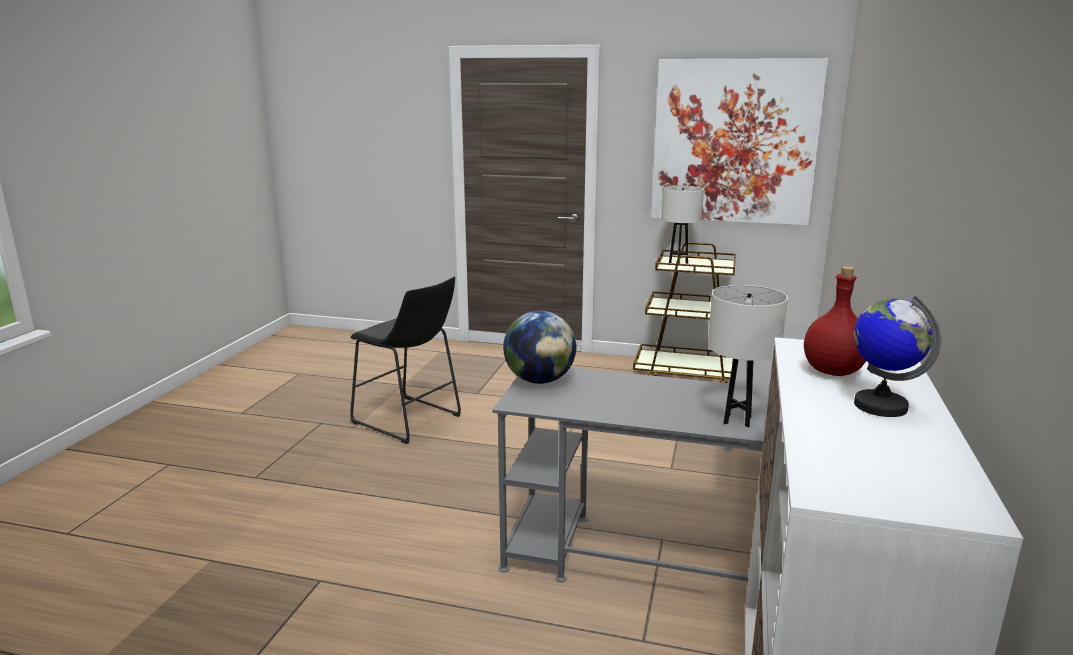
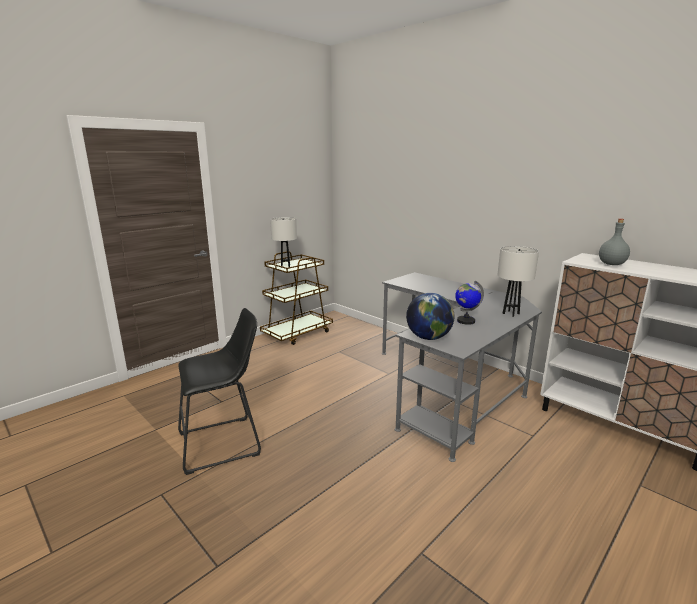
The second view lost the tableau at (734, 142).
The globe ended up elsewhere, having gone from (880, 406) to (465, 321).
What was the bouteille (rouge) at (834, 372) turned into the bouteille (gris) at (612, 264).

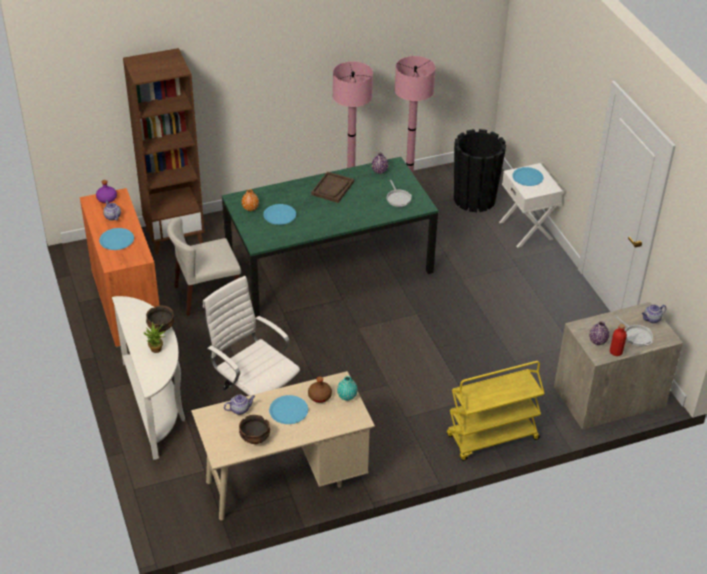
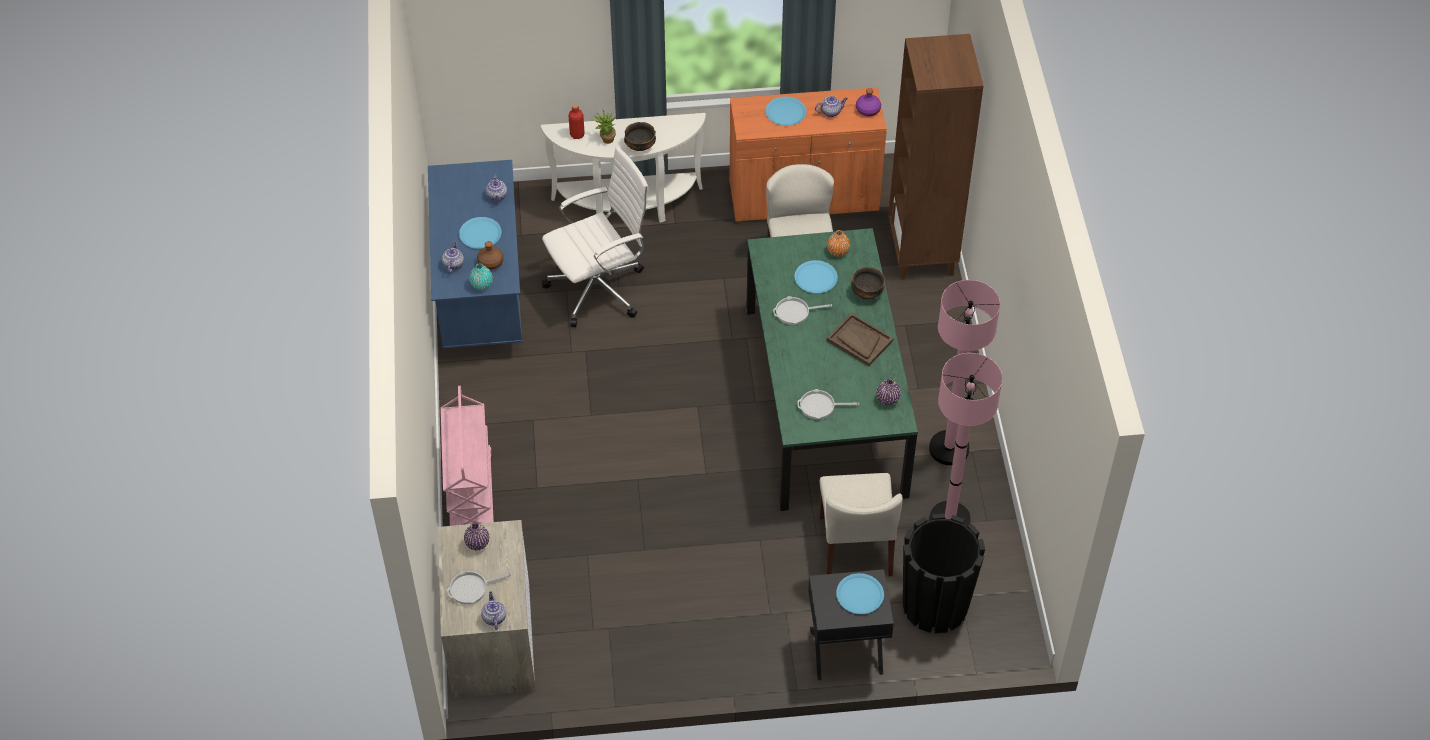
The second view gained the théière at (453, 264).
The second view gained the poêle at (795, 312).
The second view gained the chaise (beige) at (855, 546).
The bol ended up elsewhere, having gone from (255, 439) to (866, 293).
The bouteille (rouge) ended up elsewhere, having gone from (616, 352) to (577, 134).
What was the bureau (beige) at (284, 481) turned into the bureau (bleu) at (481, 296).
What was the chariot (jaune) at (492, 438) turned into the chariot (rose) at (470, 495).
What was the table de chevet (blanc) at (526, 230) turned into the table de chevet (noir) at (846, 651).

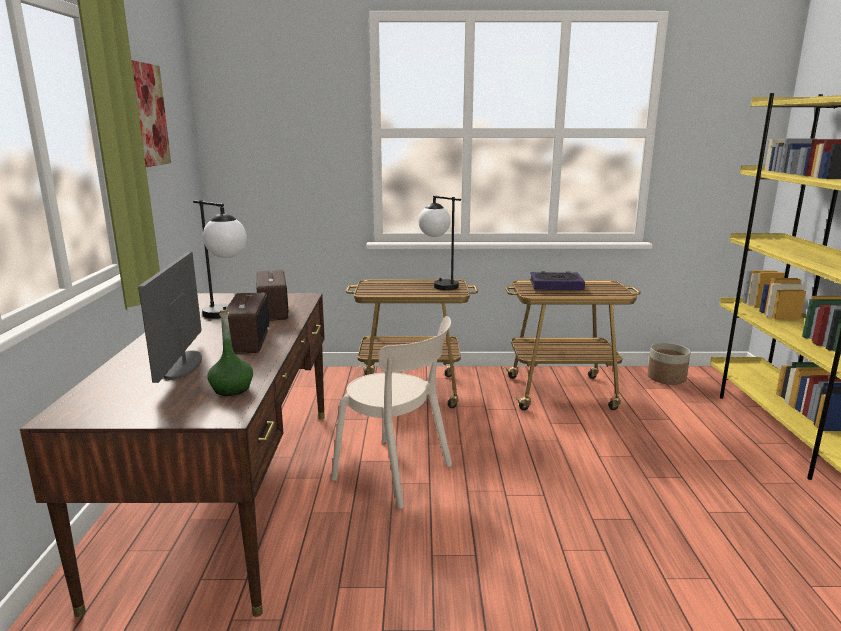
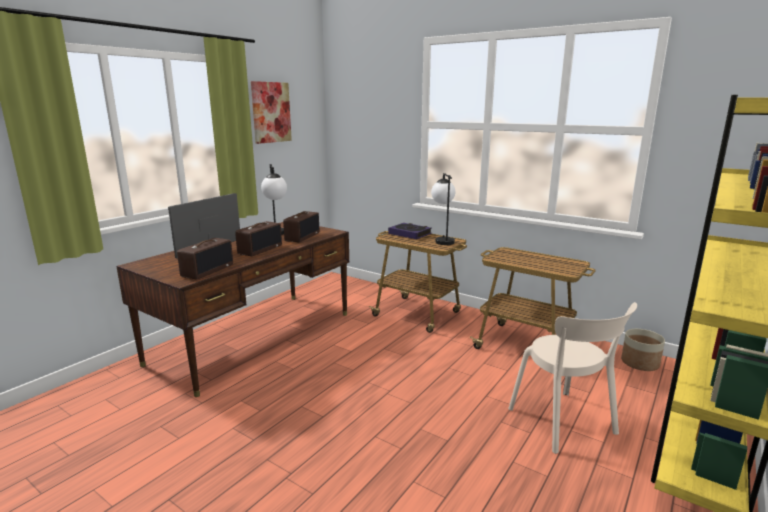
The chaise (beige) ended up elsewhere, having gone from (397, 474) to (564, 424).
The livre ended up elsewhere, having gone from (556, 285) to (410, 234).
Where the bouteille (vert) stood at (231, 389), the radio came to stand at (207, 270).

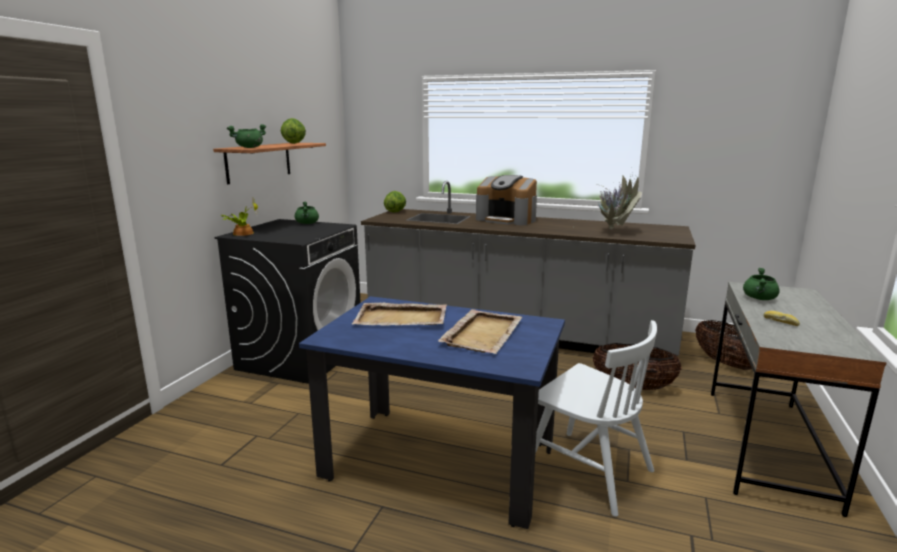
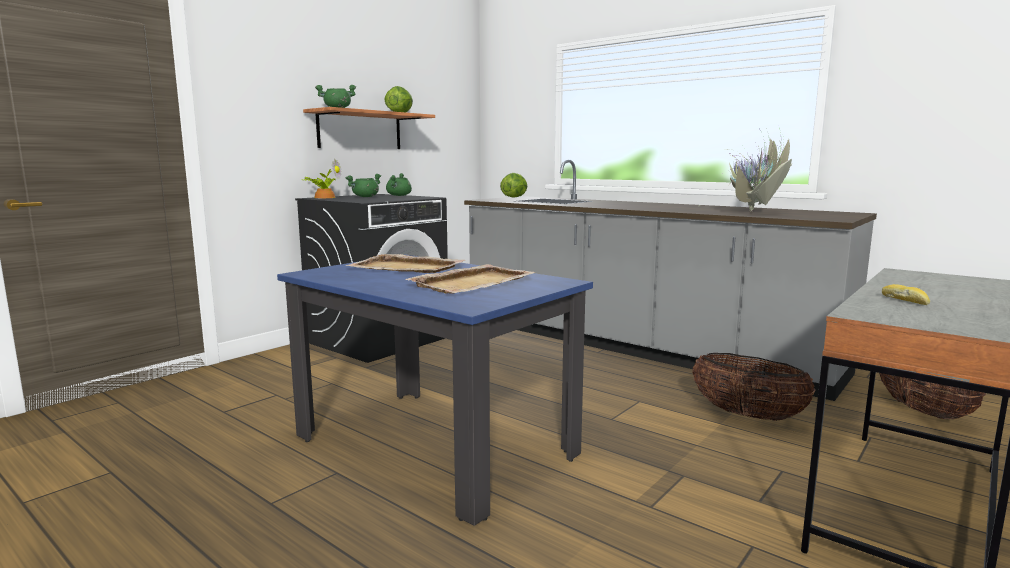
The second view lost the machine à café at (507, 219).
The second view lost the chaise (blanc) at (587, 471).
The marmite (vert) ended up elsewhere, having gone from (759, 298) to (365, 197).

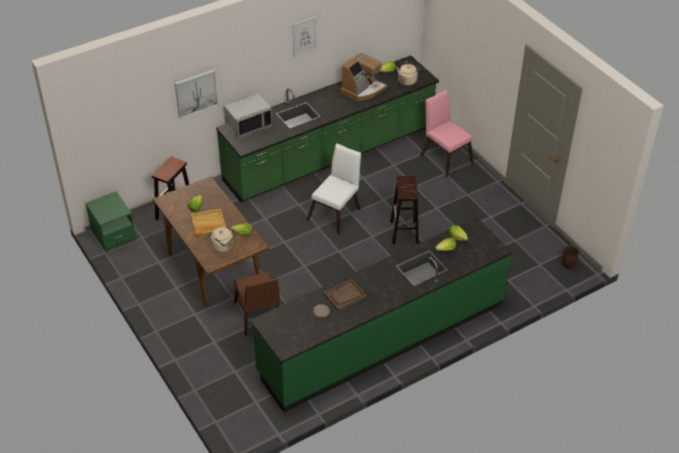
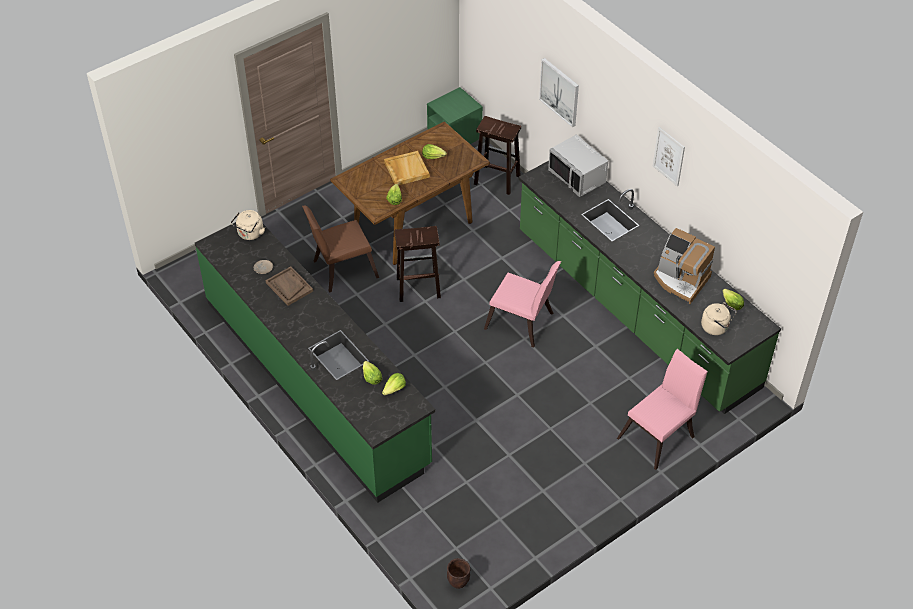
The bouilloire (beige) ended up elsewhere, having gone from (224, 247) to (250, 234).
The tabouret (marron) ended up elsewhere, having gone from (404, 232) to (417, 288).
What was the chaise (blanc) at (336, 213) turned into the chaise (rose) at (522, 324).

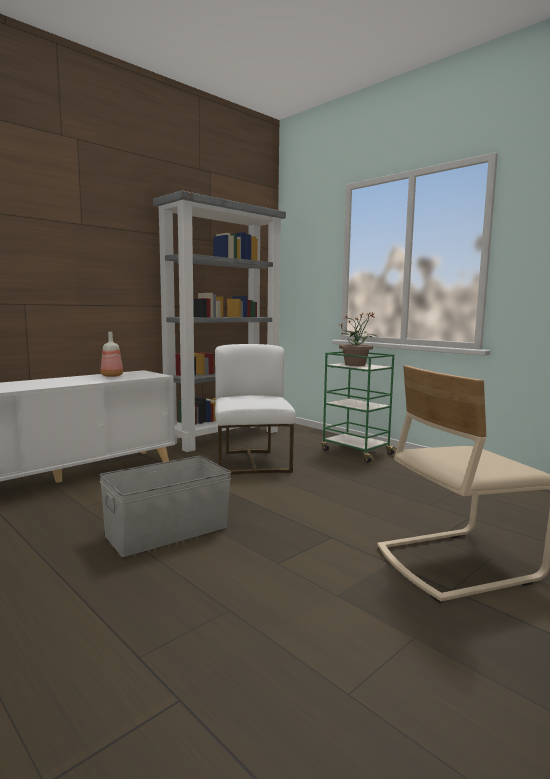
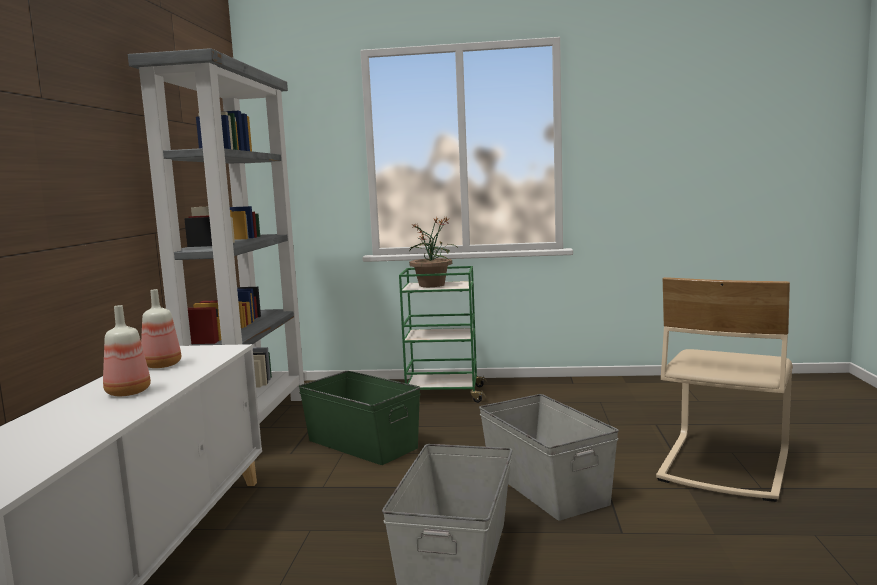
The second view gained the bouteille at (126, 393).
The second view gained the boîte de rangement (gris) at (546, 485).
Where the chaise (blanc) stood at (252, 462), the boîte de rangement (vert) came to stand at (362, 443).

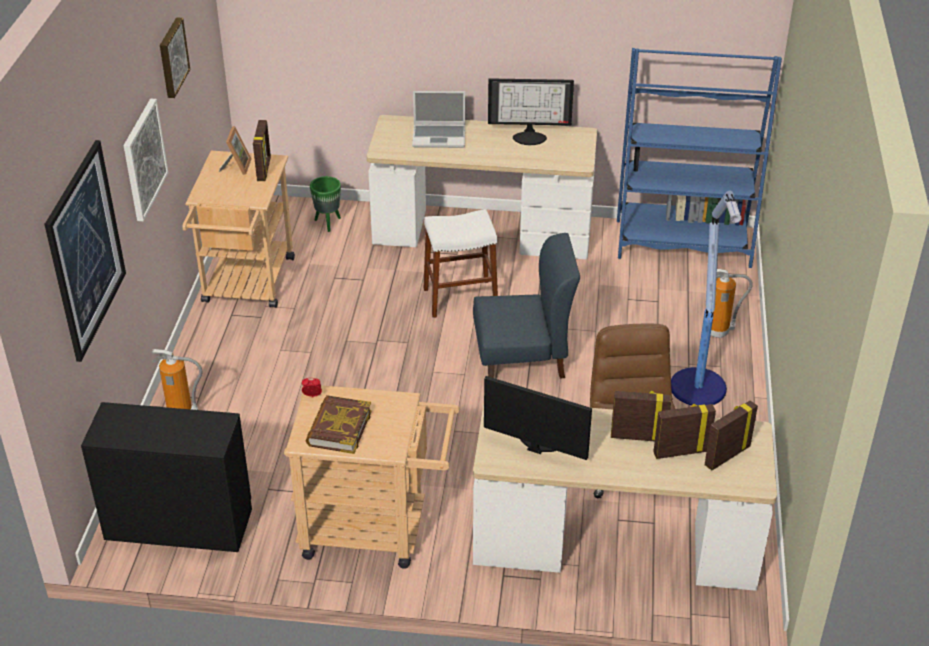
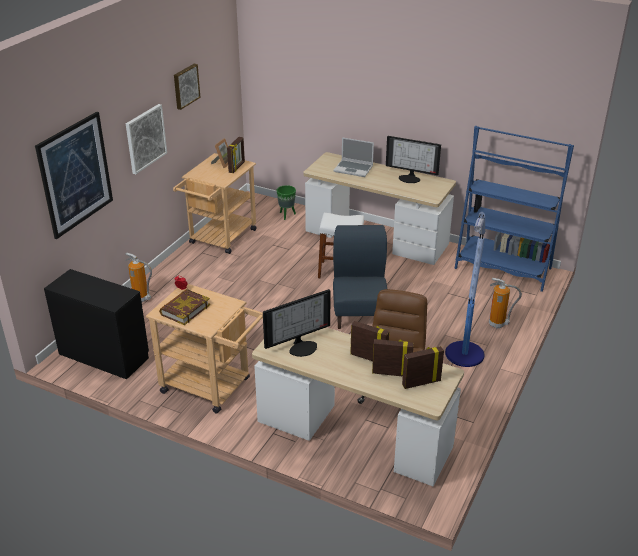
The chaise (bleu) at (522, 358) ended up facing another way, 105 degrees counterclockwise from before.
The écran d'ordinateur at (538, 443) ended up facing another way, 105 degrees clockwise from before.

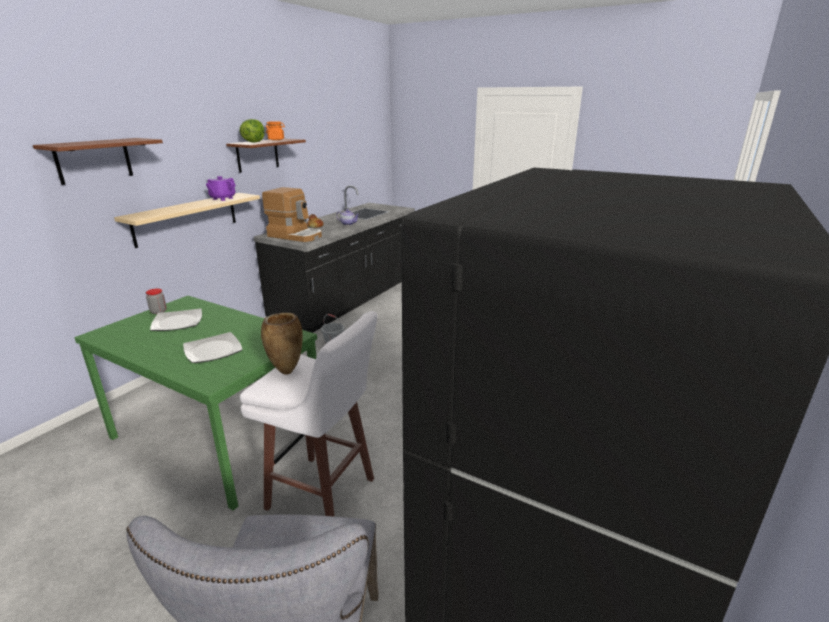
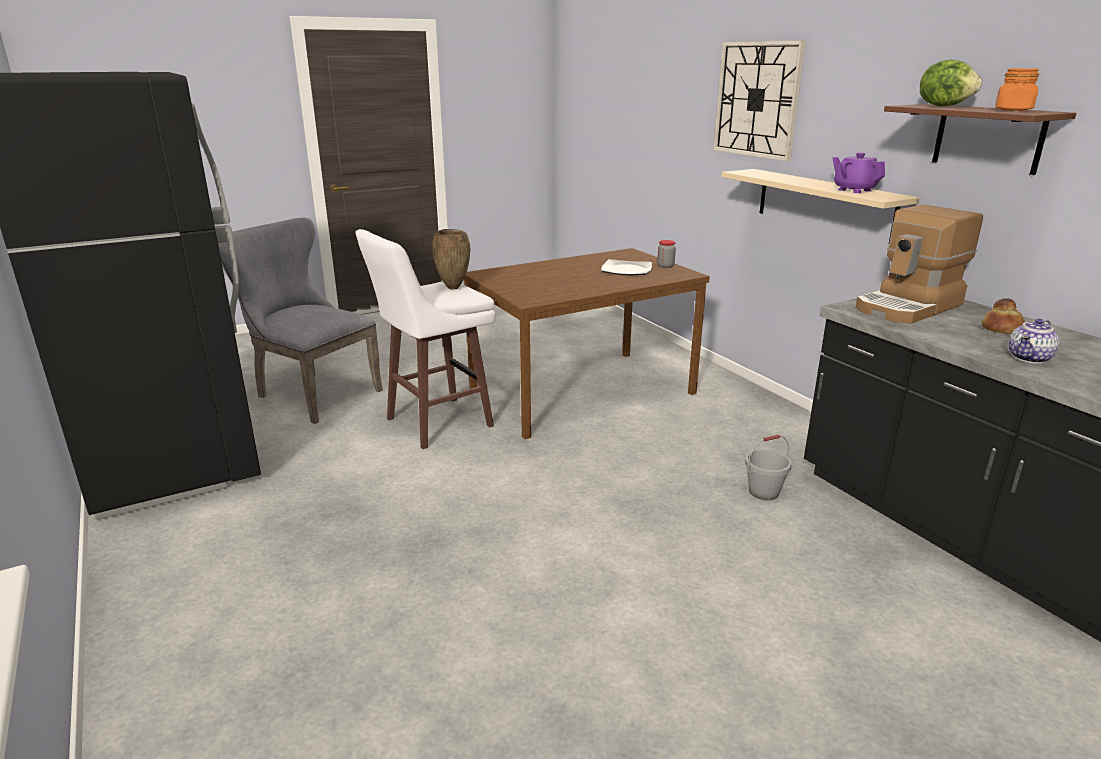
The second view lost the assiette at (212, 350).
Where the étagère (marron) hung at (94, 160), the horloge murale came to hang at (757, 99).
What was the table à manger (vert) at (218, 436) turned into the table à manger (marron) at (581, 392).

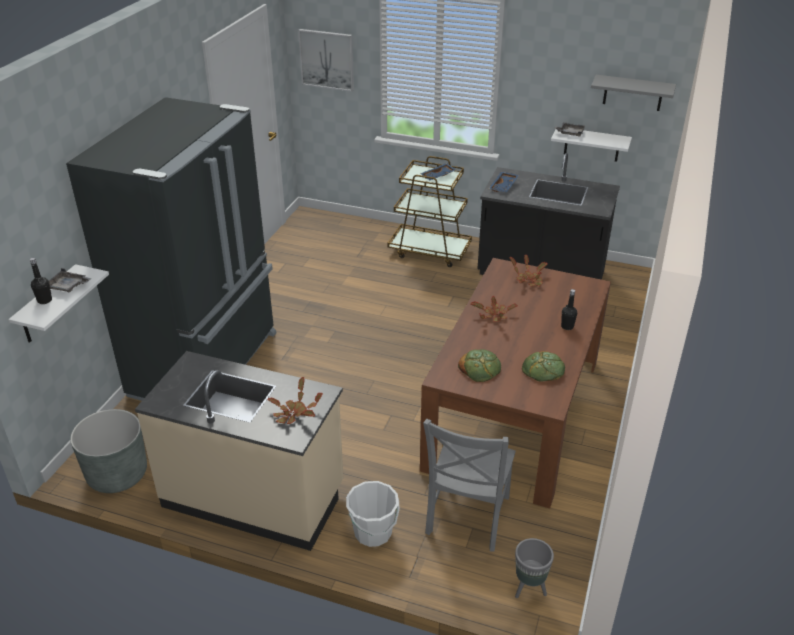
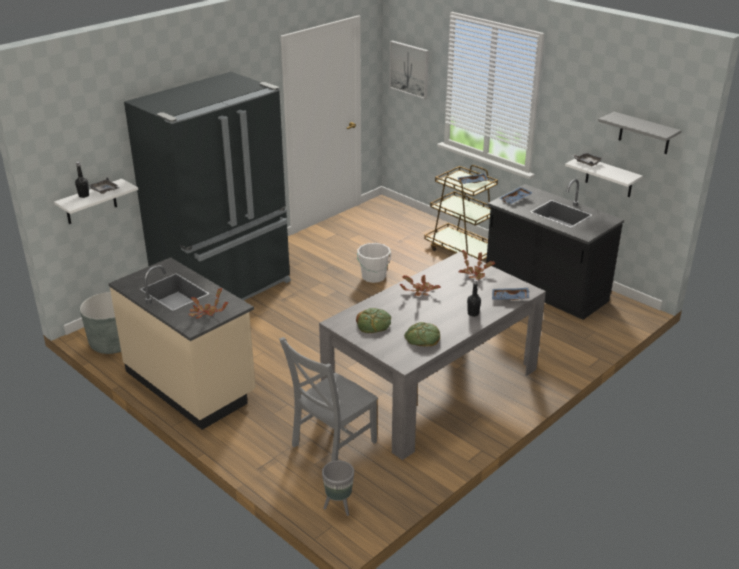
The second view gained the plateau (bleu) at (509, 298).
The seau (blanc) ended up elsewhere, having gone from (373, 532) to (373, 277).
What was the table à manger (marron) at (514, 412) turned into the table à manger (gris) at (432, 386).

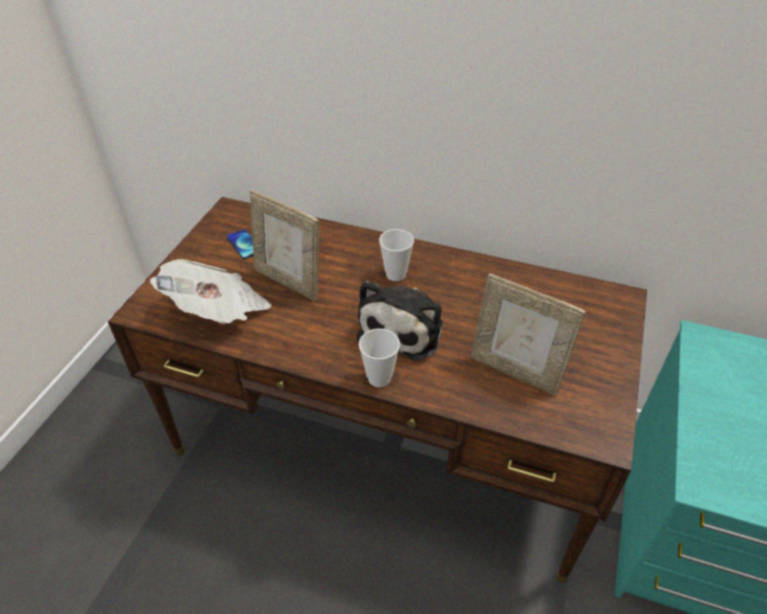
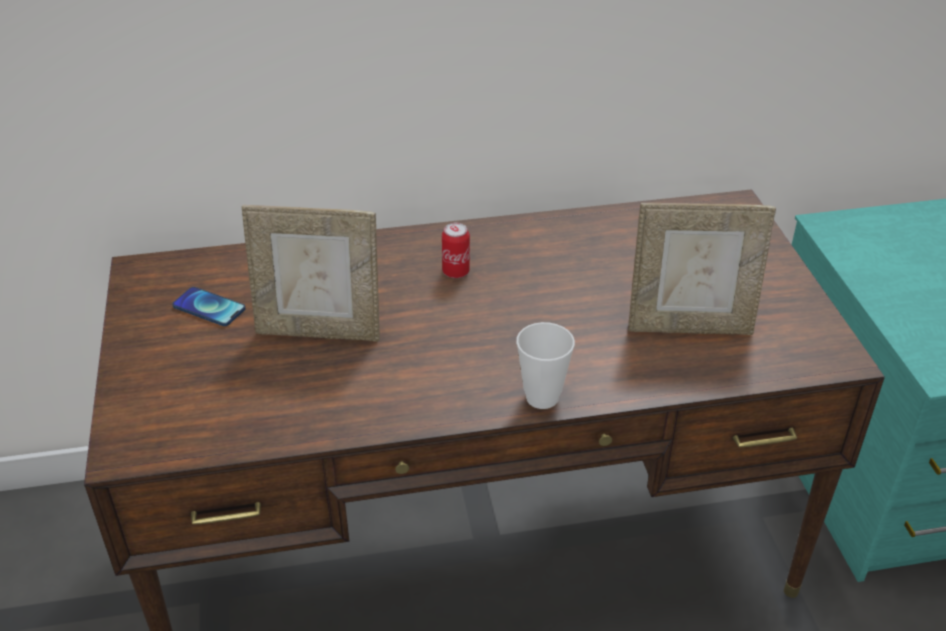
The second view lost the journal at (218, 311).
The second view lost the peluche at (403, 328).
Where the tasse stood at (395, 274), the boîte métallique came to stand at (456, 272).

